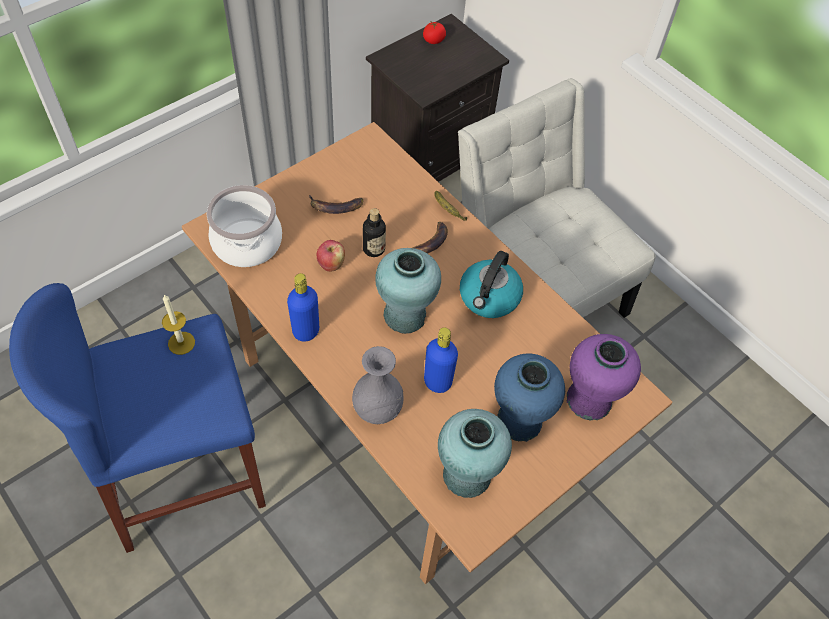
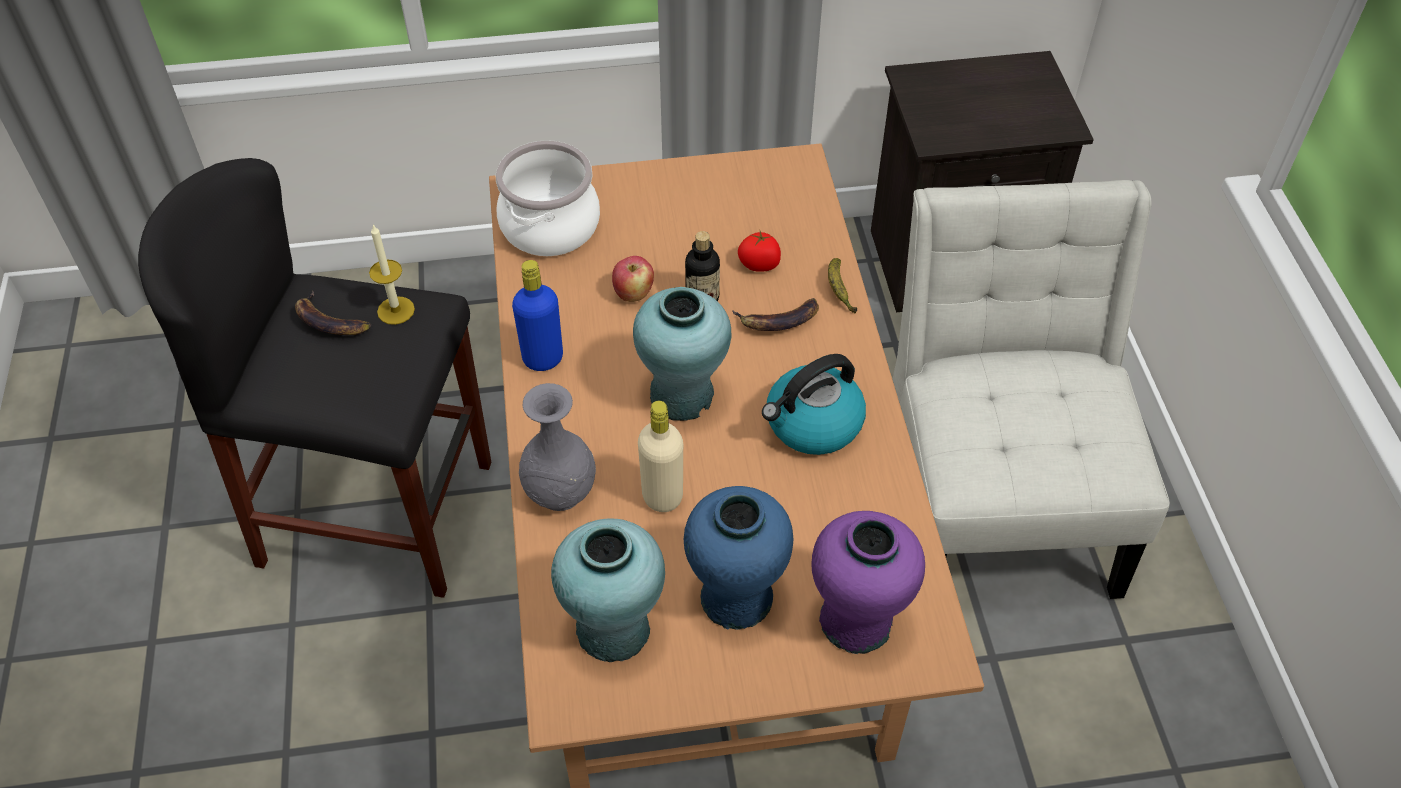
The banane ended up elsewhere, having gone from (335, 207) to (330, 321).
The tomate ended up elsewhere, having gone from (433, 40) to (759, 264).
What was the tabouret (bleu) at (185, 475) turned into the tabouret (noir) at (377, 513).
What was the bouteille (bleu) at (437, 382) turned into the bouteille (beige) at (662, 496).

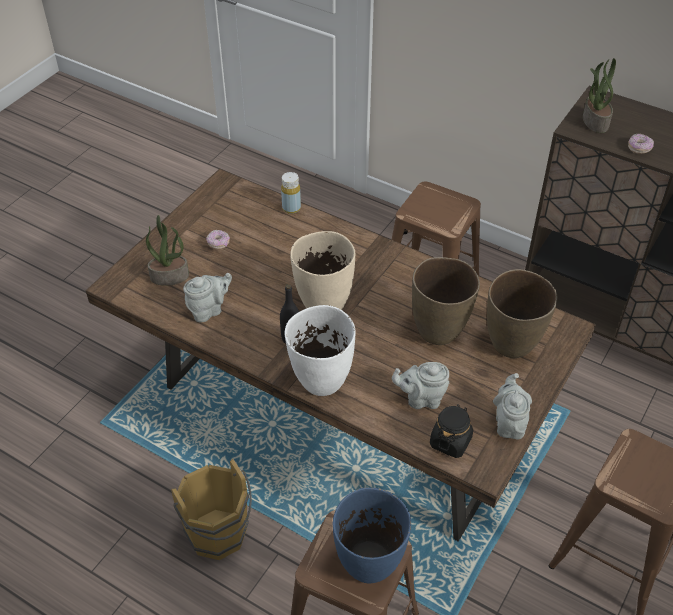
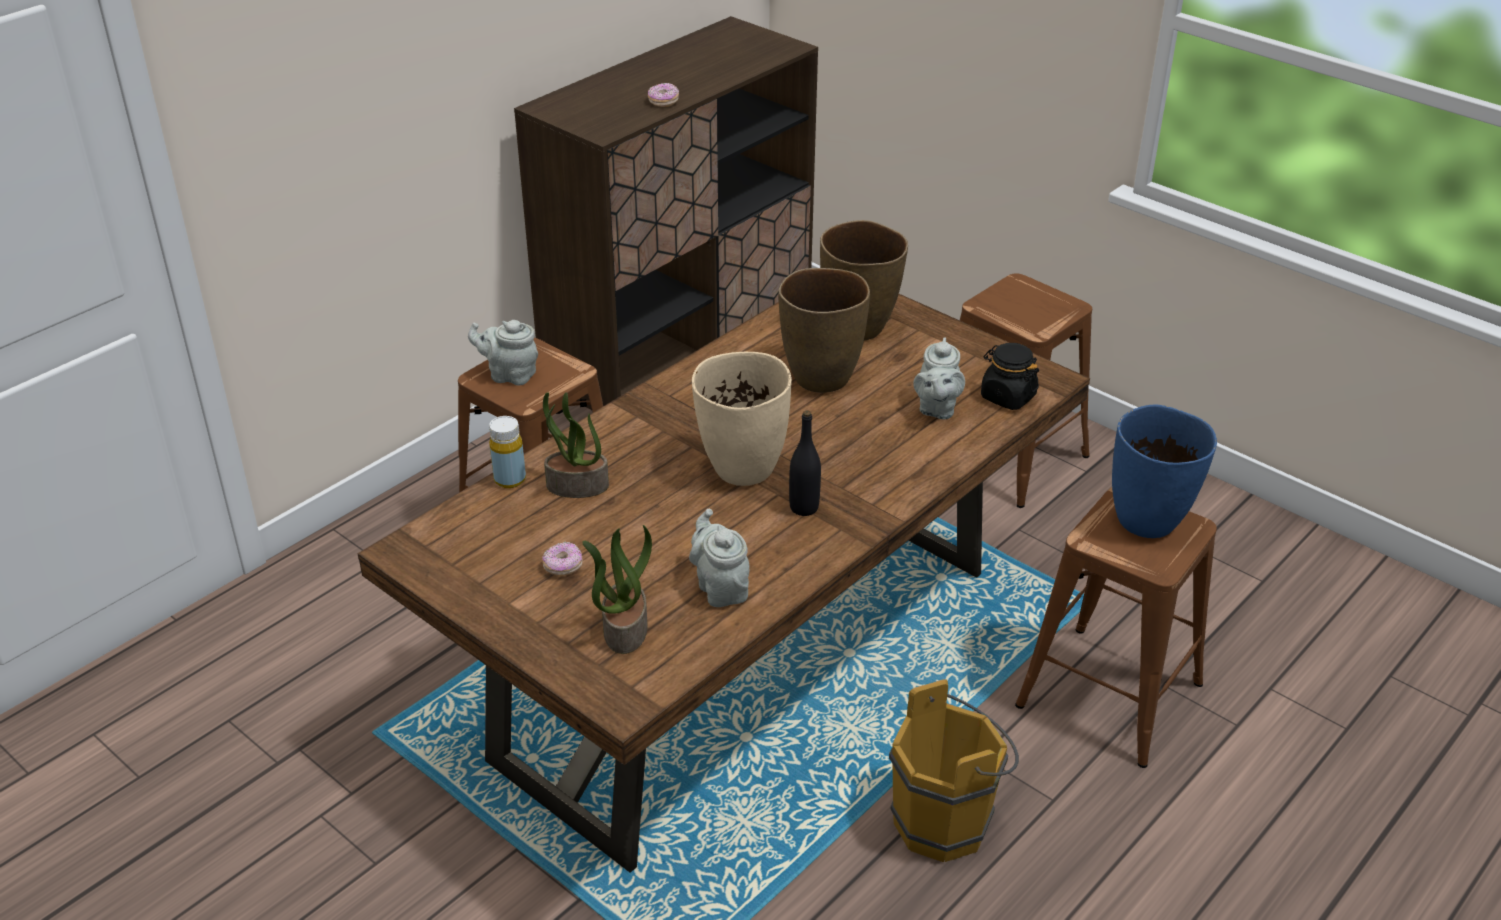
The second view lost the vase (blanc) at (321, 382).
The théière (gris) ended up elsewhere, having gone from (509, 423) to (509, 375).
The plante en pot ended up elsewhere, having gone from (594, 121) to (576, 486).

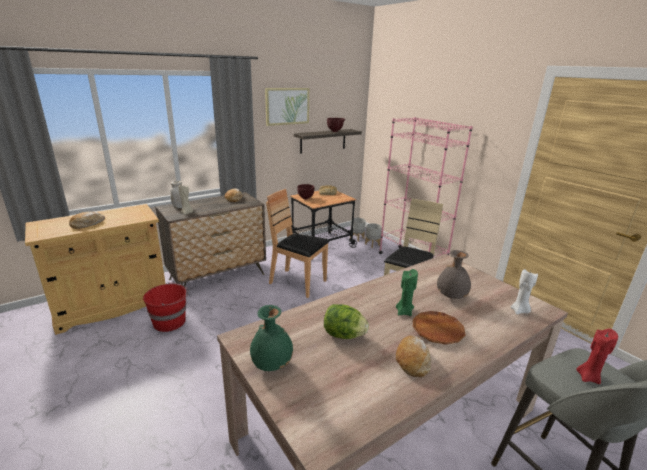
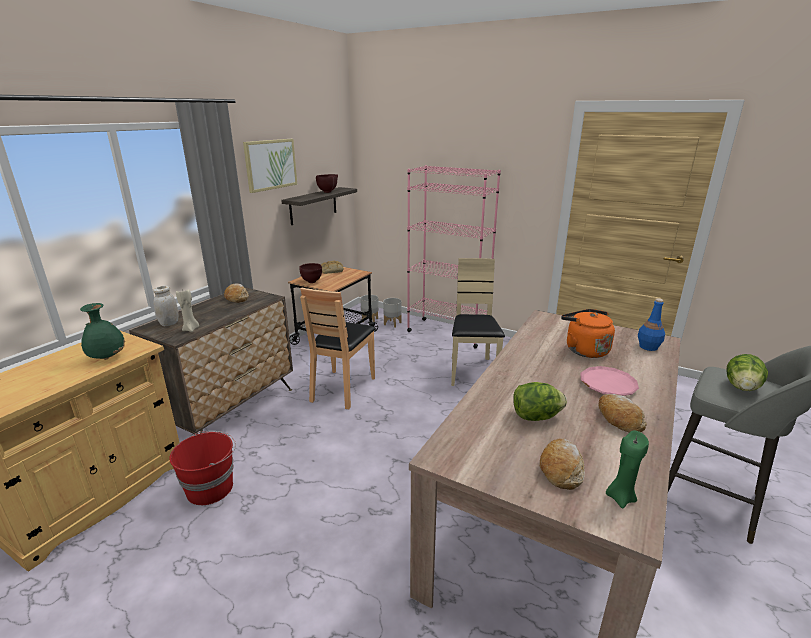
The pain ended up elsewhere, having gone from (87, 224) to (561, 469).
The vase (vert) ended up elsewhere, having gone from (272, 364) to (107, 357).
The bougie (vert) ended up elsewhere, having gone from (404, 312) to (620, 497).
Where the vase (gris) stood at (451, 296), the bouilloire (orange) came to stand at (584, 349).
Where the bougie (blanc) stood at (519, 311), the bouteille (bleu) came to stand at (648, 347).
Where the bougie (rouge) stood at (588, 377), the laitue came to stand at (742, 387).
What was the assiette (marron) at (437, 330) turned into the assiette (rose) at (608, 384).
The chaise (marron) at (298, 283) ended up facing another way, 75 degrees counterclockwise from before.

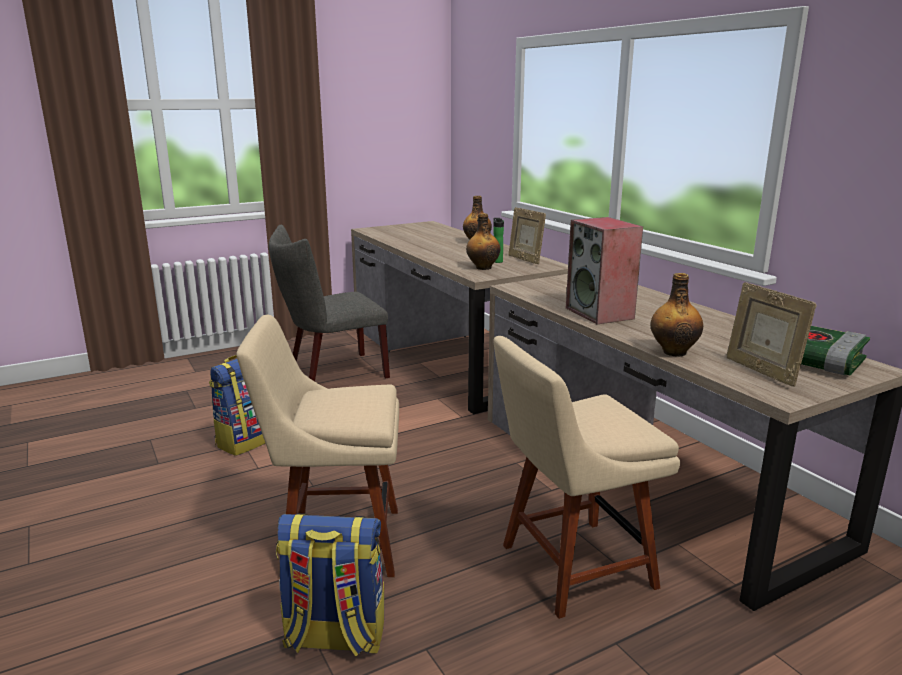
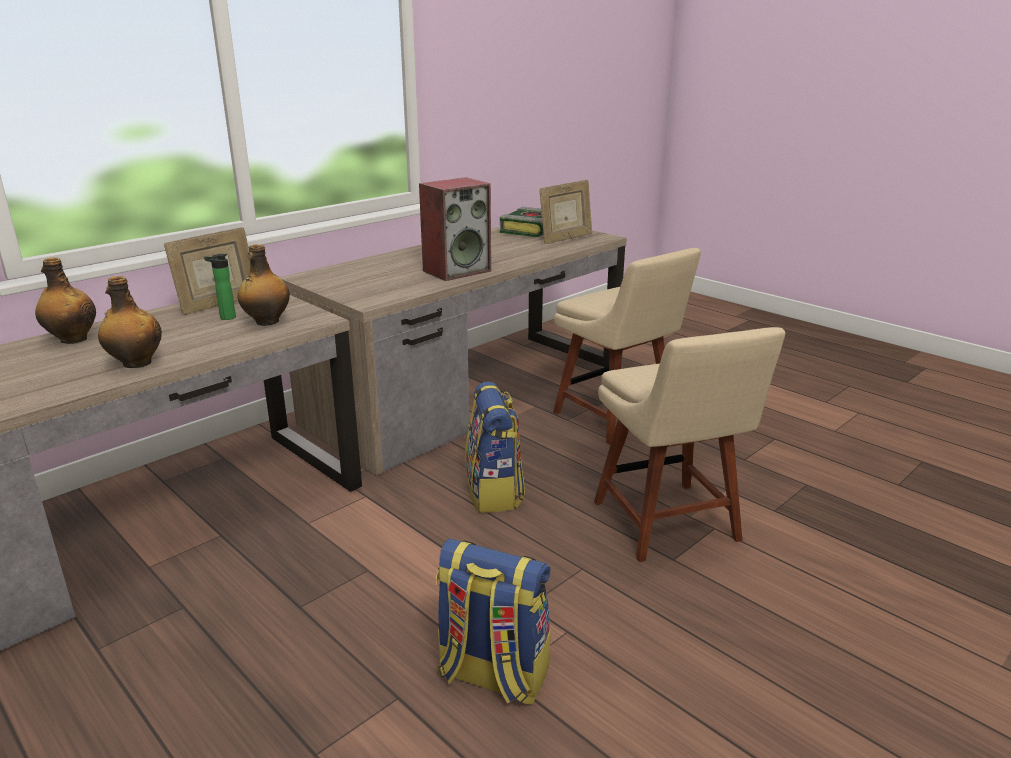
The second view lost the chaise (gris) at (331, 373).
The sac à dos ended up elsewhere, having gone from (334, 637) to (494, 492).
The bouteille ended up elsewhere, having gone from (674, 352) to (136, 363).

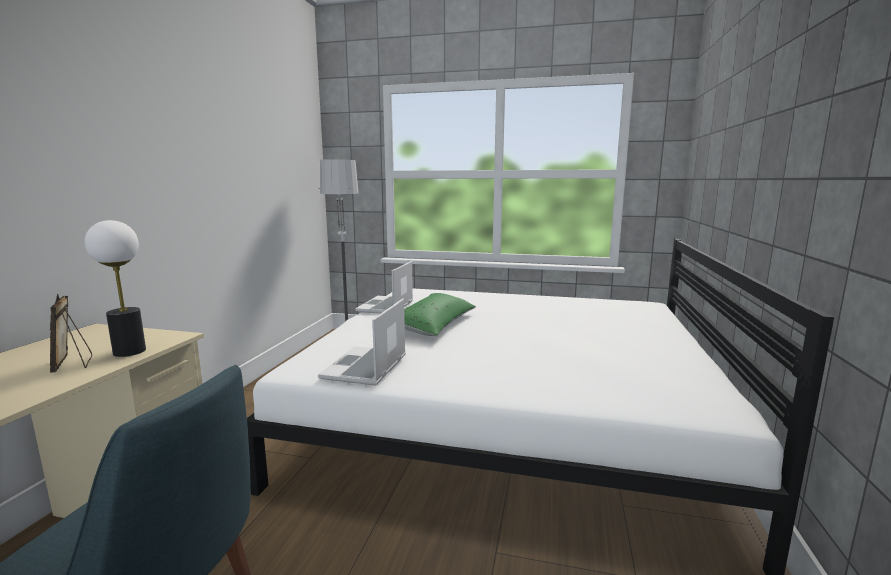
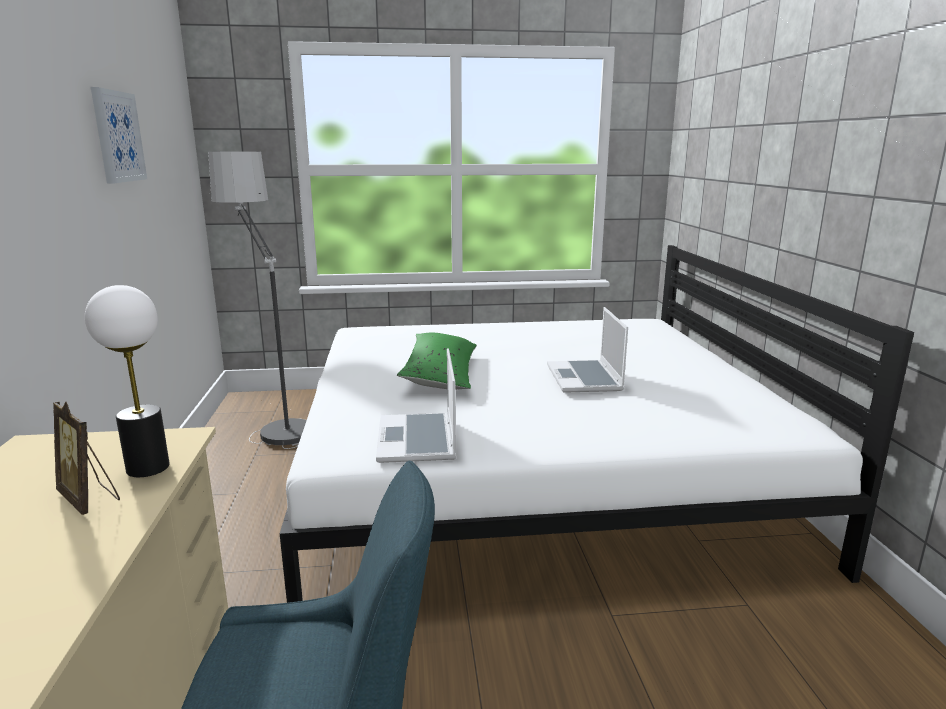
The second view gained the tableau at (117, 136).
The ordinateur portable ended up elsewhere, having gone from (386, 307) to (585, 379).

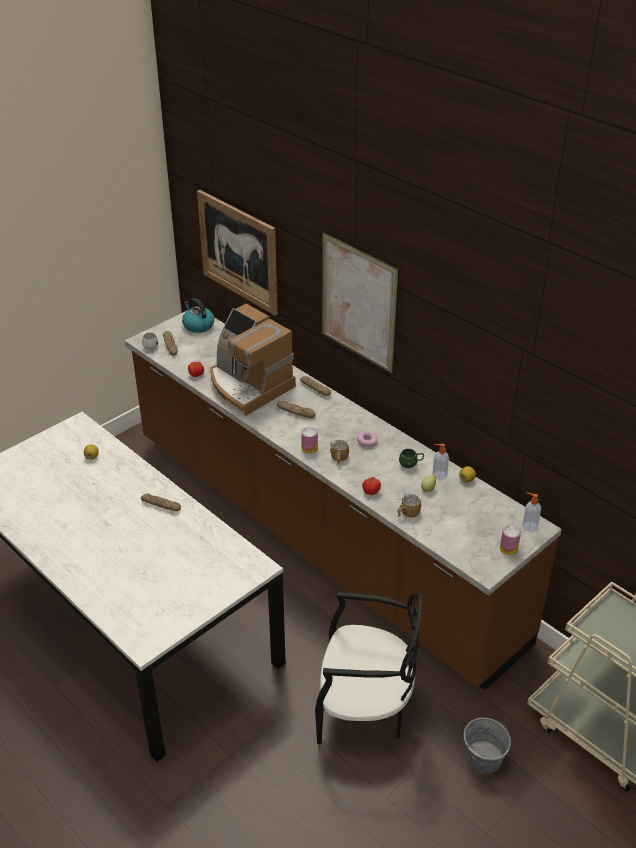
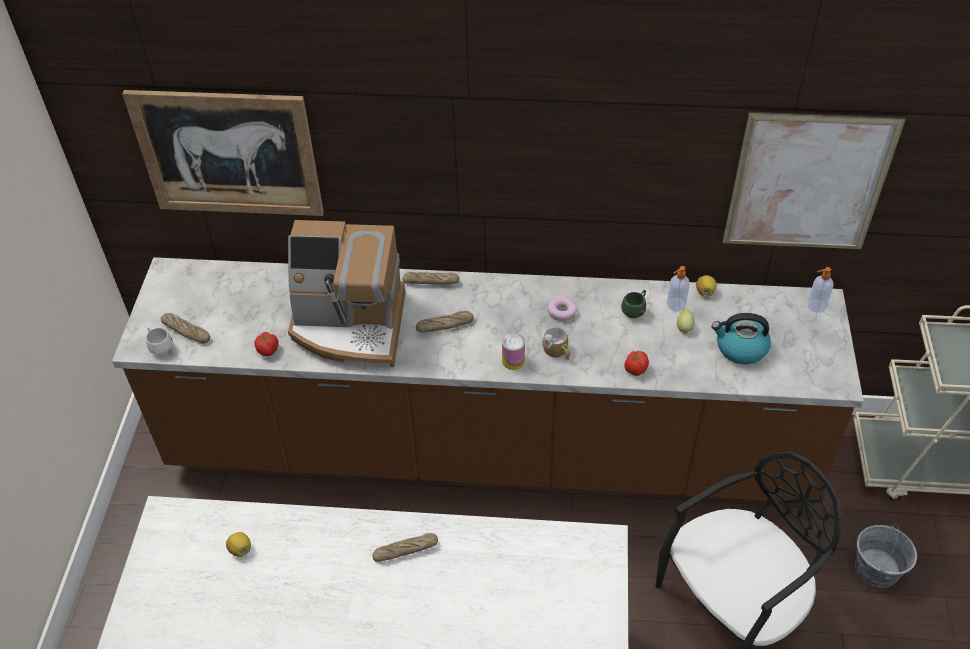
The second view lost the mug at (407, 513).
The second view lost the boîte métallique at (508, 548).
The bouilloire ended up elsewhere, having gone from (198, 325) to (740, 348).
The tableau ended up elsewhere, having gone from (358, 303) to (807, 183).

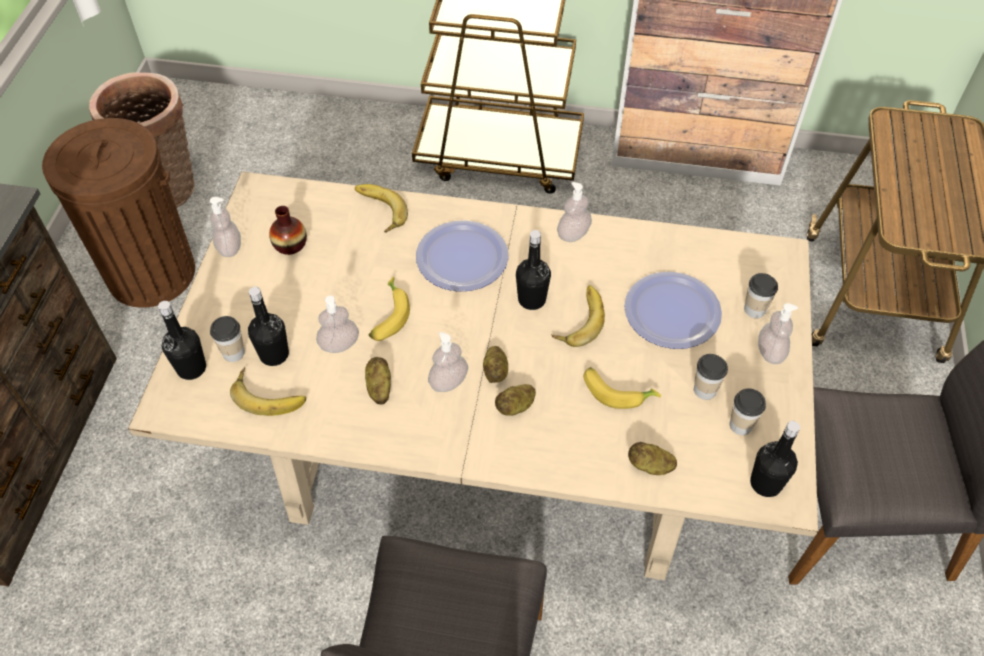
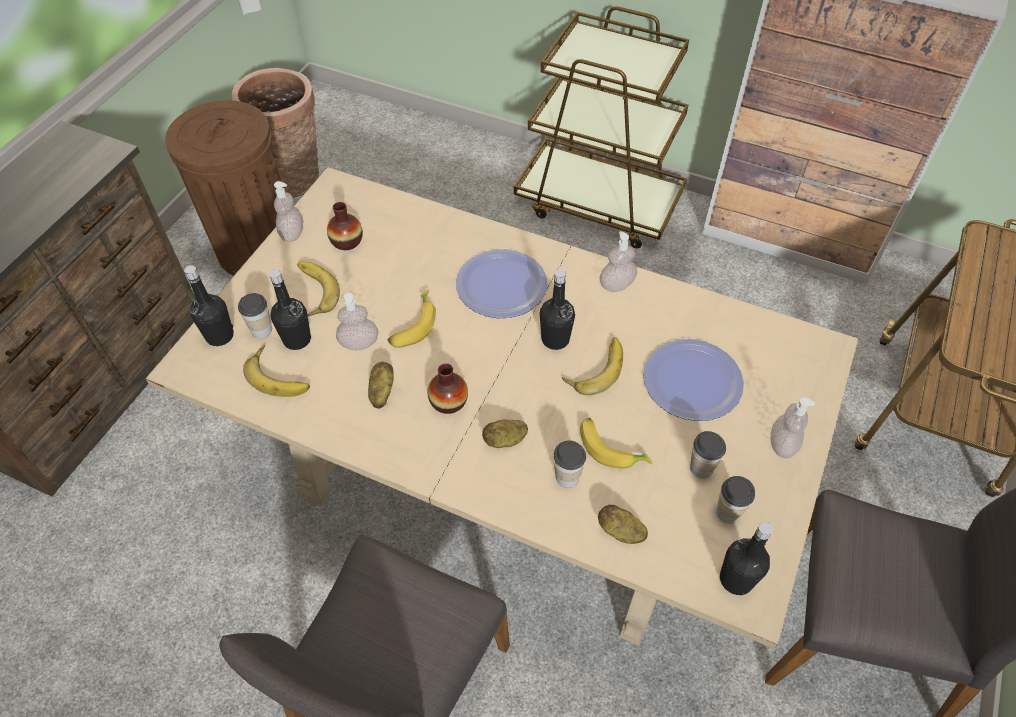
The second view lost the pomme de terre at (496, 371).
The banane ended up elsewhere, having gone from (378, 211) to (312, 292).
The tasse ended up elsewhere, having gone from (754, 309) to (567, 477).
Where the distributeur de savon stood at (448, 382), the vase came to stand at (448, 401).

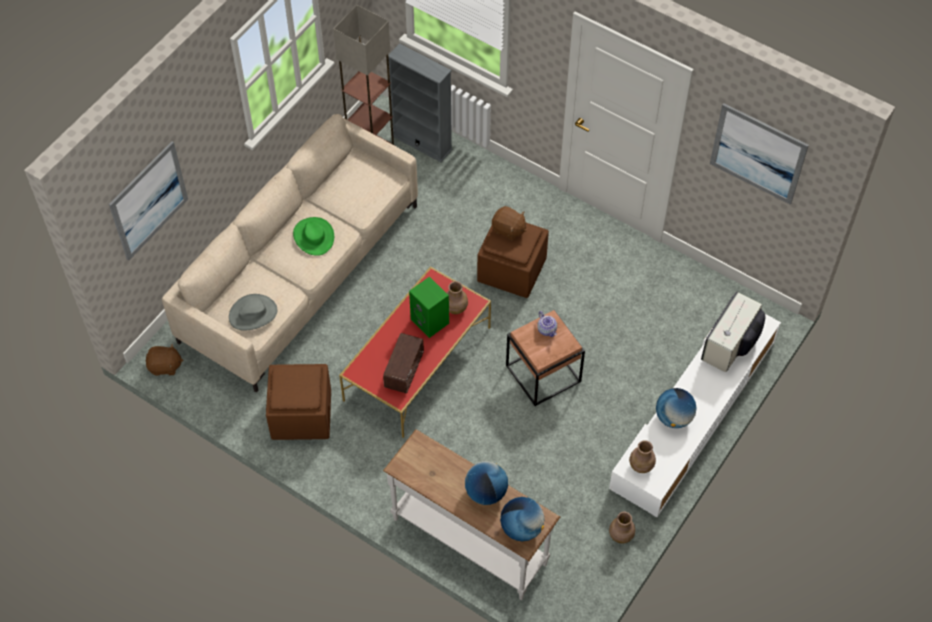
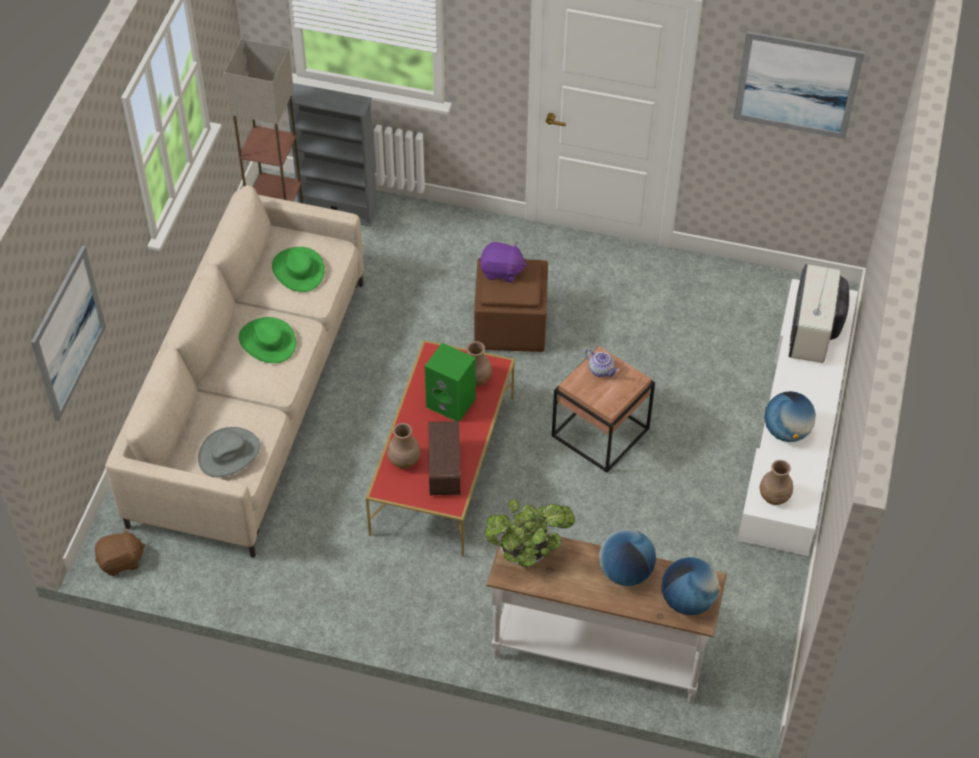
The second view lost the pouf (marron) at (301, 414).
The second view gained the chapeau (vert) at (298, 270).
The second view gained the plante en pot at (527, 553).
The vase (marron) ended up elsewhere, having gone from (620, 535) to (403, 461).
What was the peluche (marron) at (508, 229) turned into the peluche (violet) at (501, 271).

